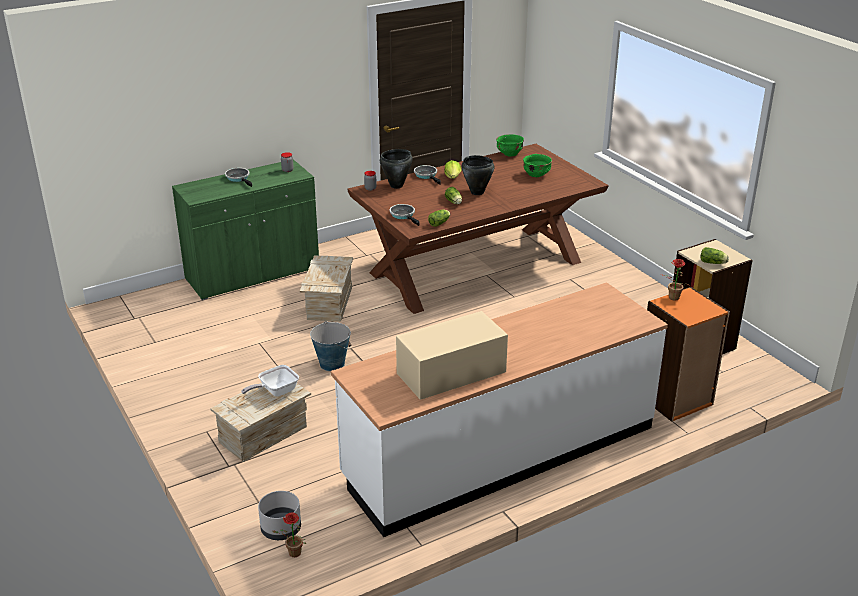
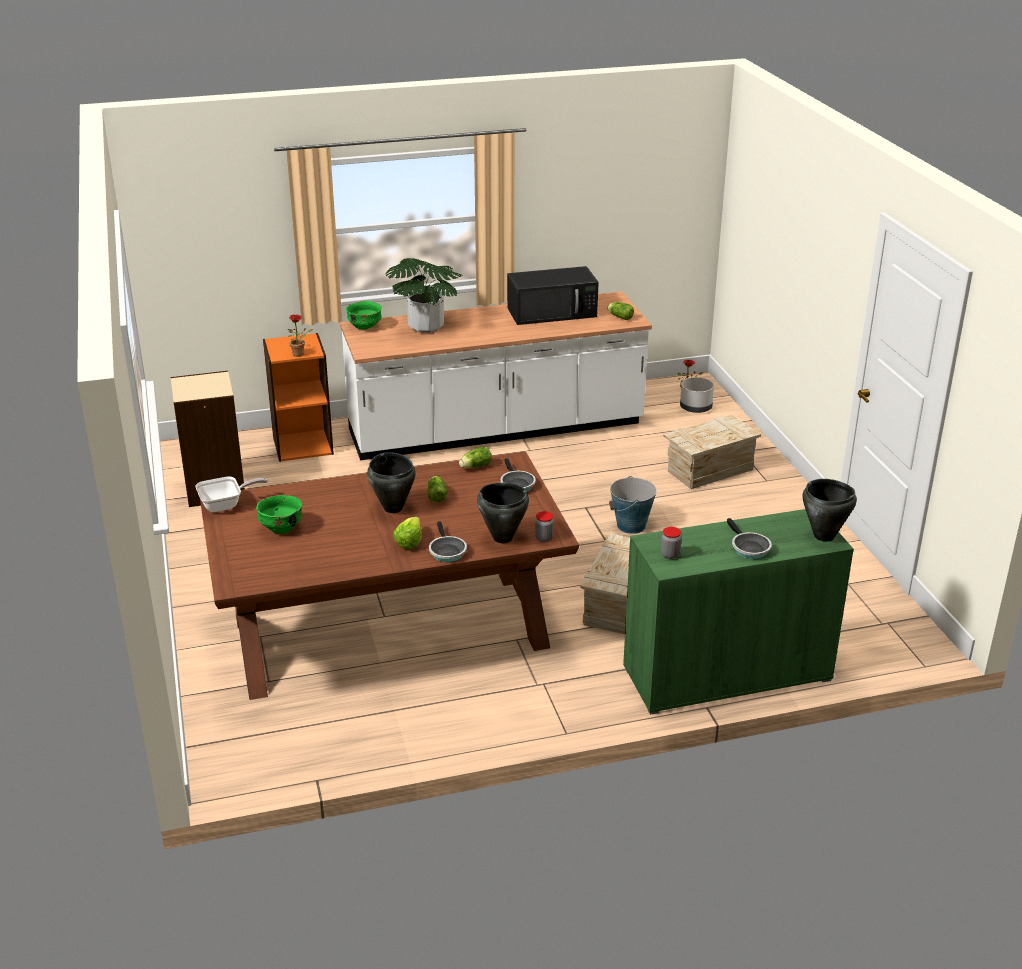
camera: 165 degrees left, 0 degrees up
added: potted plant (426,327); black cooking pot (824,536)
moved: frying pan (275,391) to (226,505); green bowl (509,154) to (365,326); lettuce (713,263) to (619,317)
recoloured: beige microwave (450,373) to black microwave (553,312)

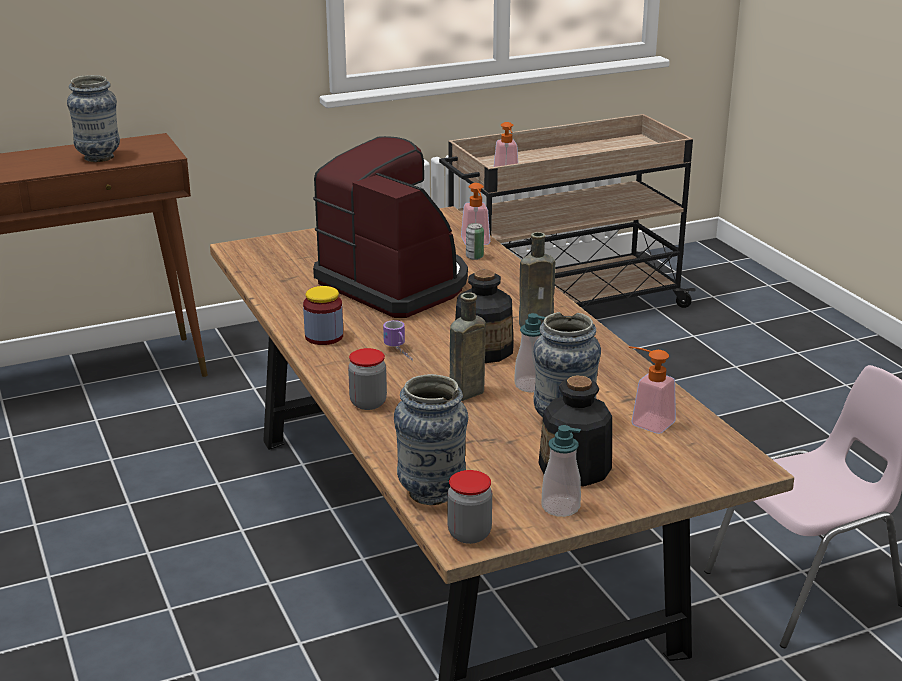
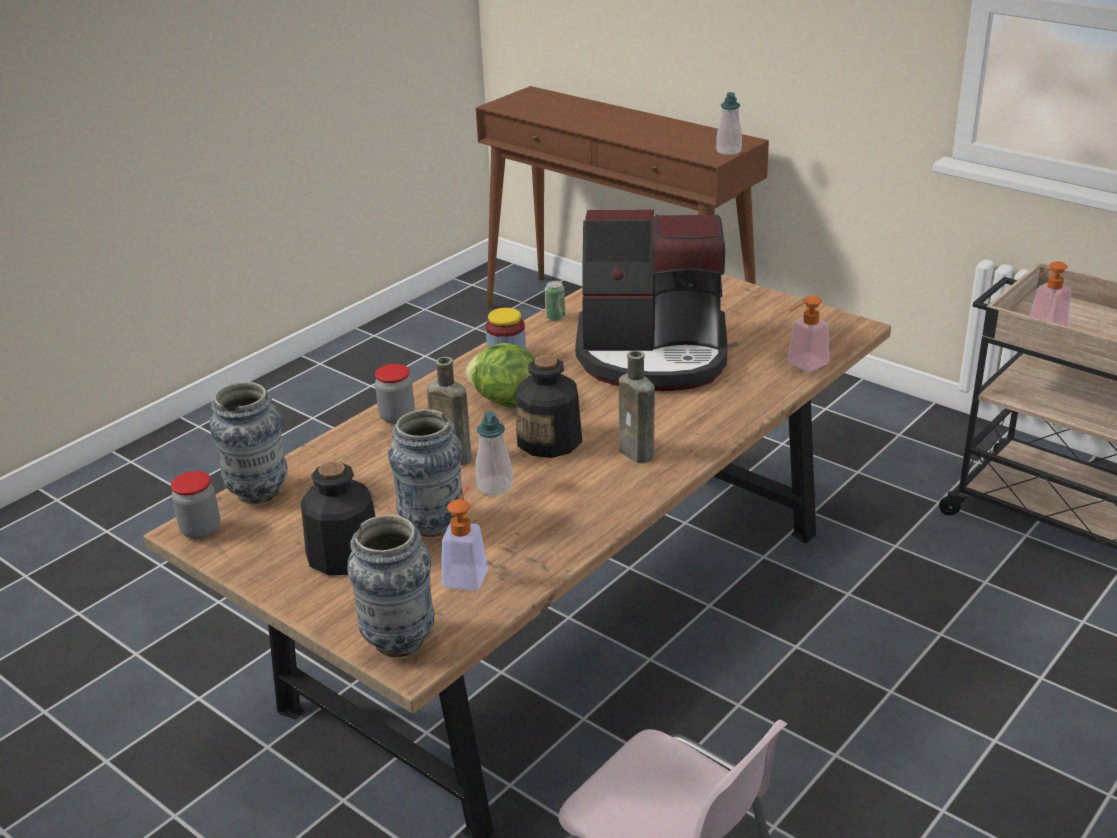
camera: 65 degrees right, 5 degrees up
moved: vase (98,157) to (398,641); can (474,257) to (555,317); soap dispenser (560,507) to (728,151)
replaced: mug (400,353) to lettuce (506,402)
turned: coffee machine (396,284) = (653,355) 75 degrees clockwise

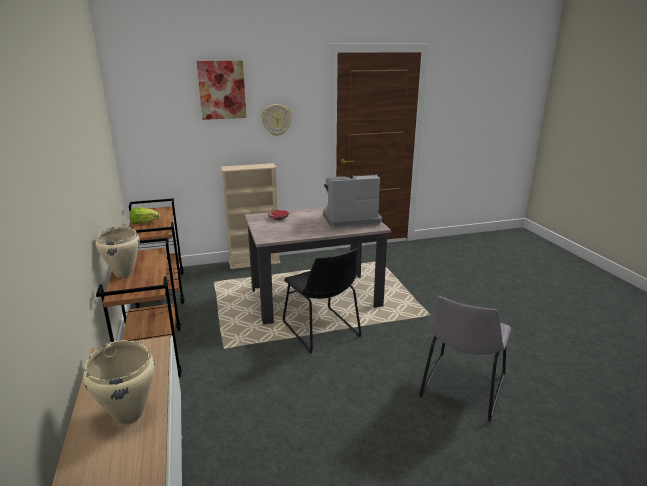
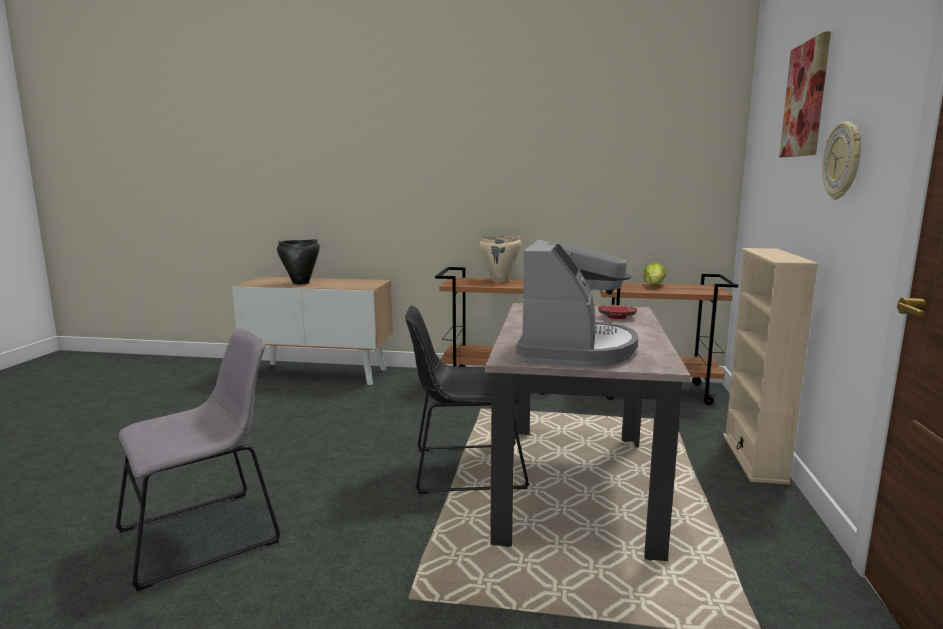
camera: 115 degrees right, 10 degrees down
recoloured: beige cooking pot (129,415) to black cooking pot (301,283)
turned: grey chair (461,388) = (206,534) 90 degrees clockwise

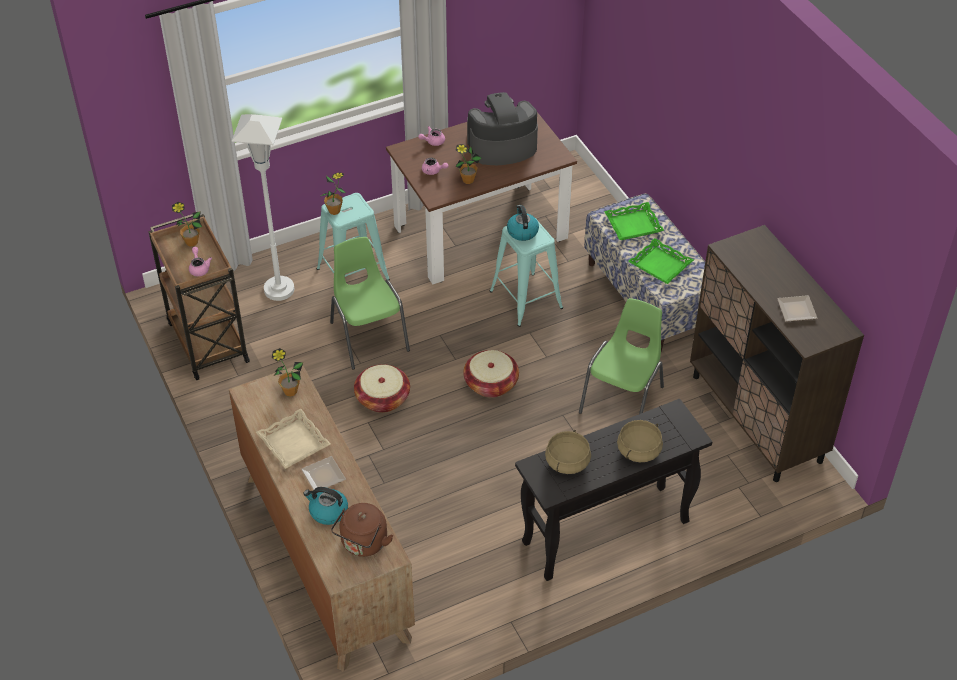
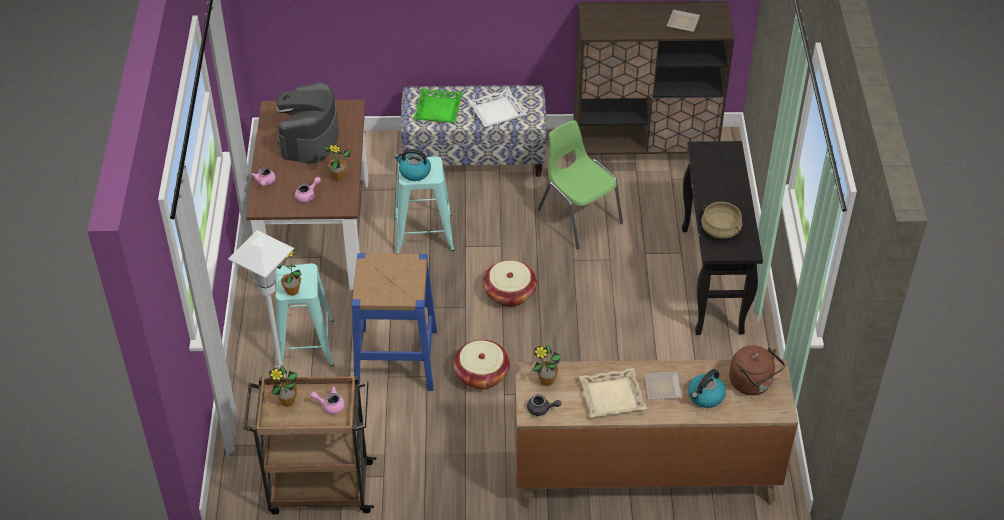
camera: 65 degrees left, 0 degrees up
removed: beige cooking pot (639,450)
added: grey teapot (541,409)
replaced: green chair (368,336) to blue stool (396,359)
recoloured: green tray (660,265) to white tray (497,112)

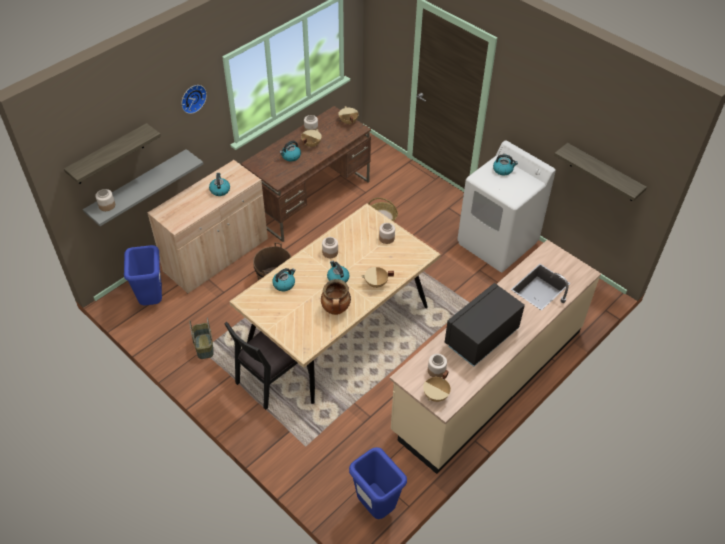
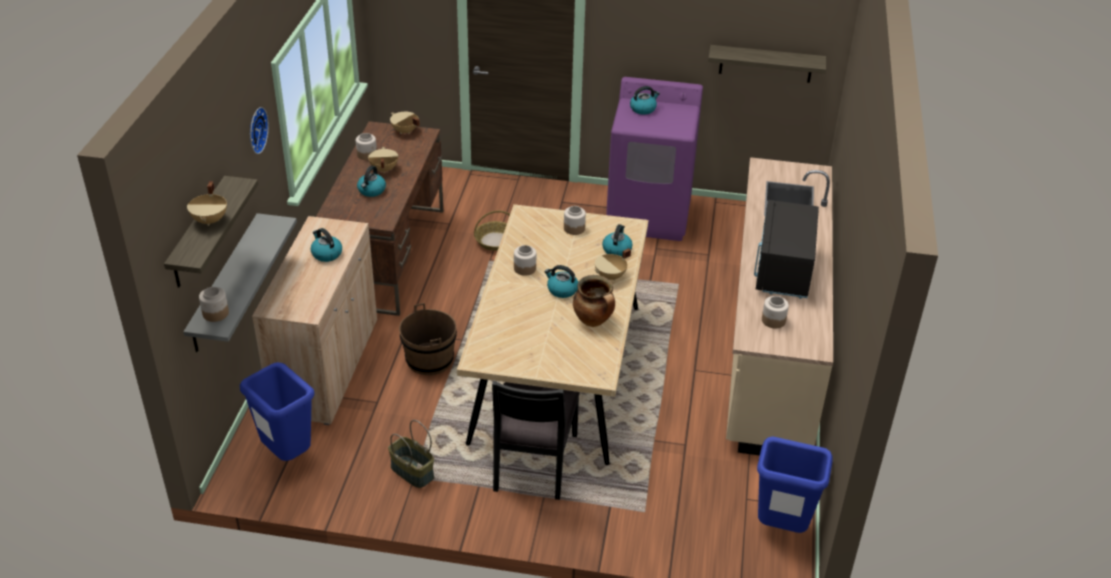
camera: 35 degrees left, 10 degrees down
moved: kettle (284,284) to (617,249); beige cooking pot (436,395) to (210,220)
recoloured: white washing machine (497,243) to purple washing machine (649,215)

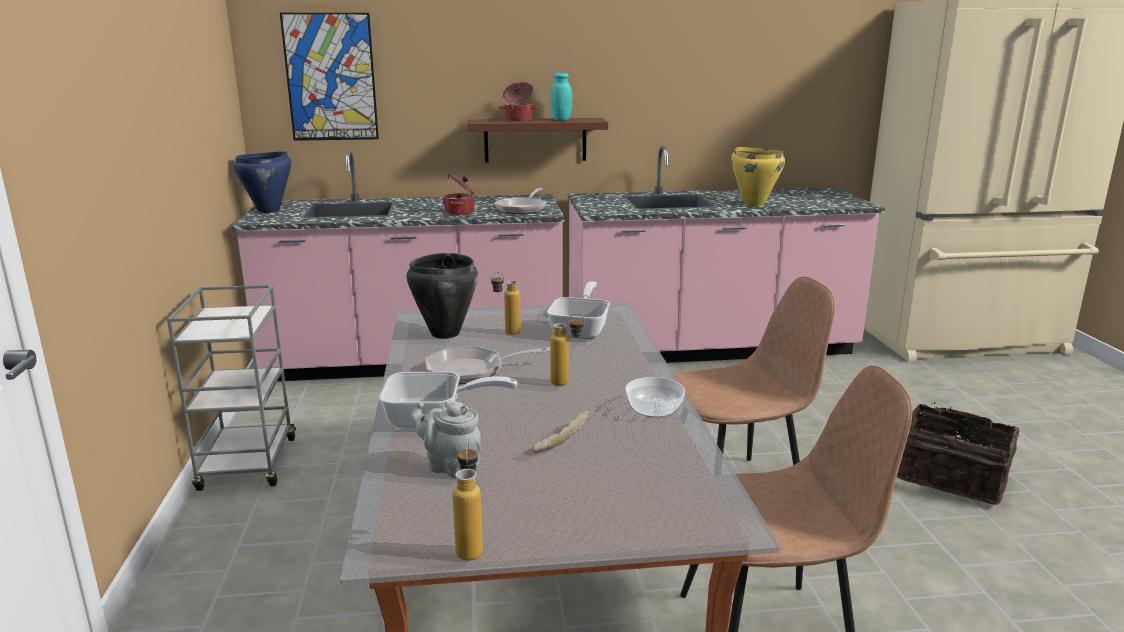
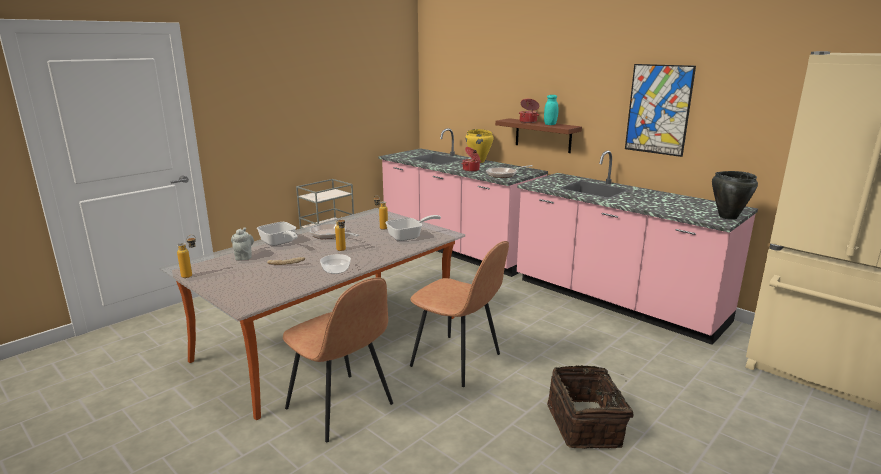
camera: 50 degrees right, 0 degrees up
removed: blue cooking pot (269,210)
moved: picture (330,77) to (658,109); black cooking pot (444,334) to (727,217); yellow cooking pot (753,204) to (479,161)

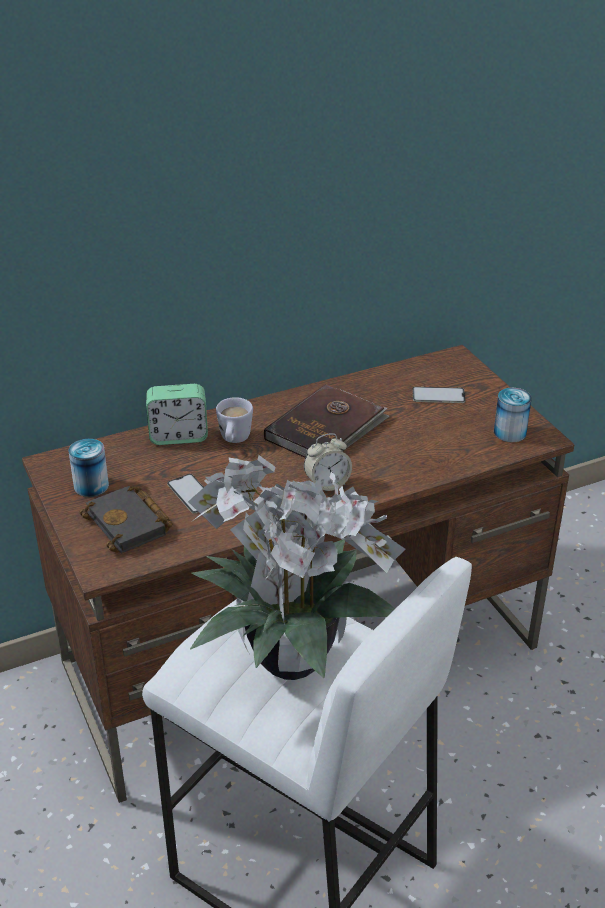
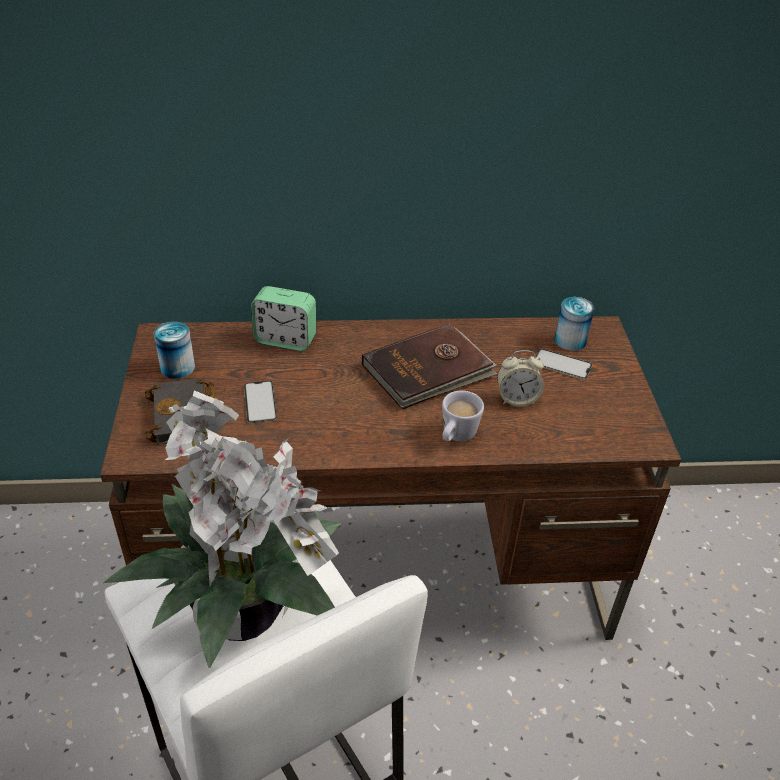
camera: 20 degrees right, 5 degrees up
moved: white mug (234,440) to (456,437); alarm clock (327,484) to (517,399); can (510,432) to (570,340)

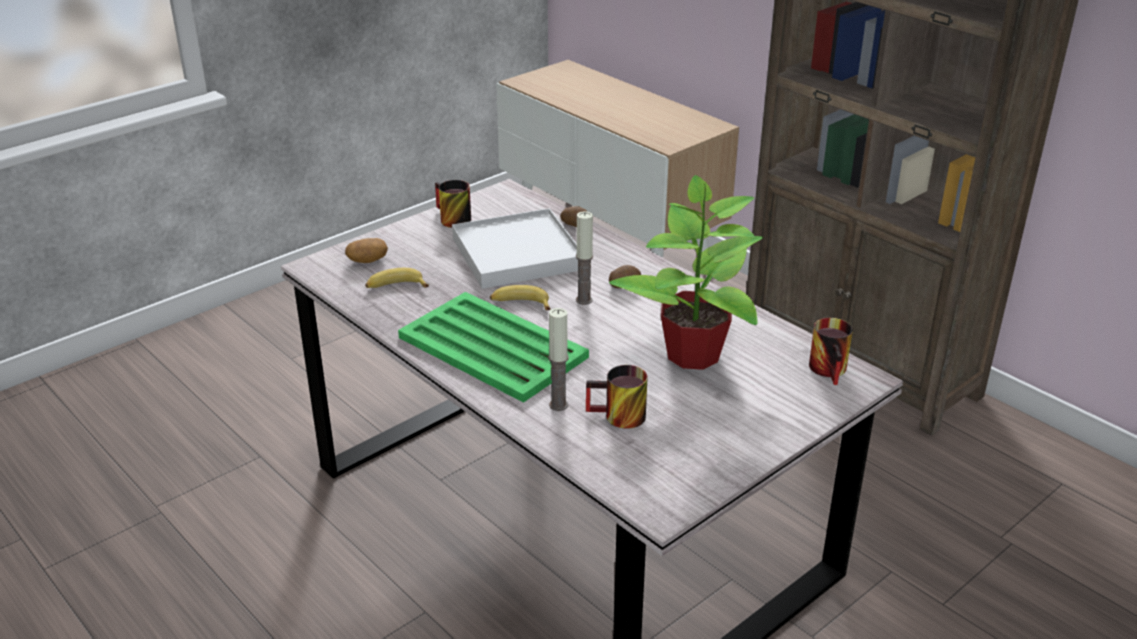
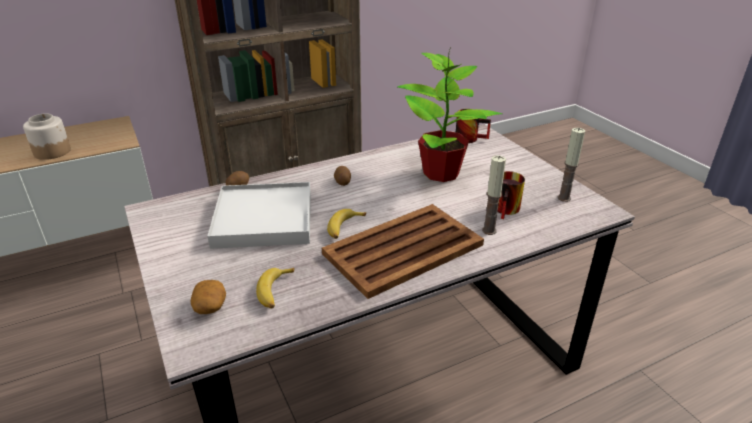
camera: 75 degrees left, 0 degrees up
removed: mug (450,219)
added: jar (52,151)
moved: candle (584,300) to (564,198)
recoloured: green tray (493,348) to brown tray (405,249)

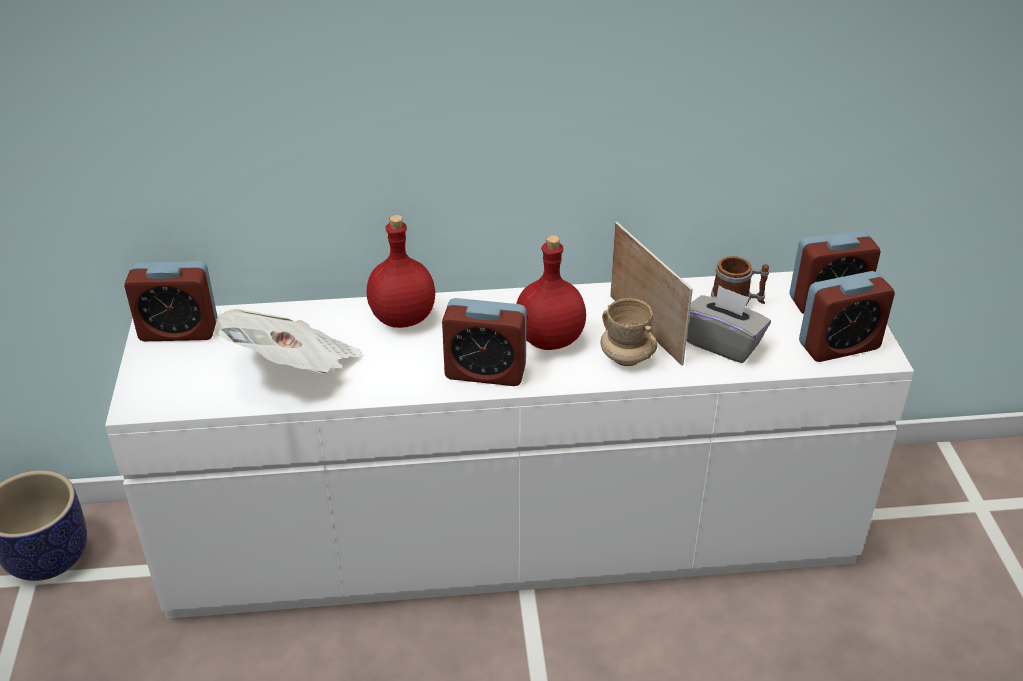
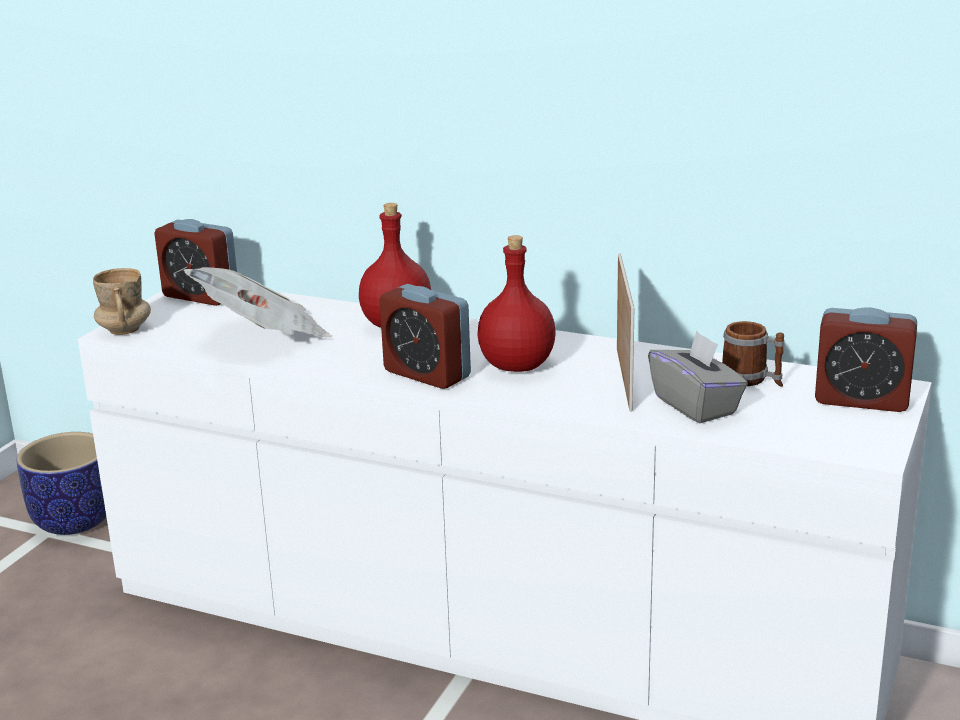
camera: 30 degrees right, 15 degrees down
removed: alarm clock (839,346)
moved: beige mug (627,357) to (125,330)

